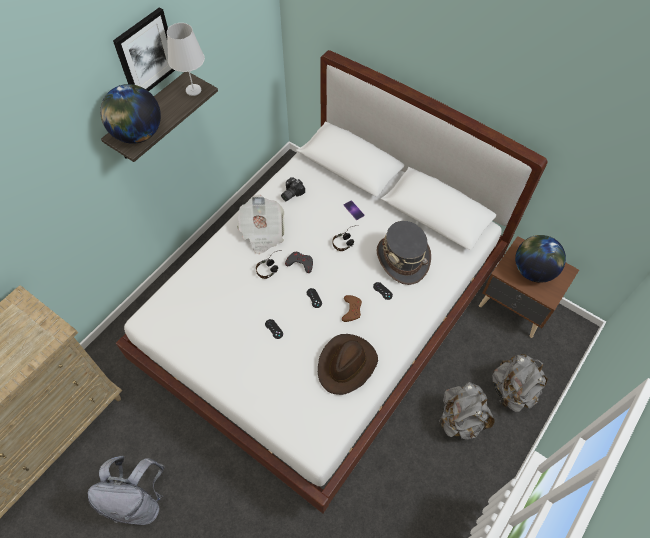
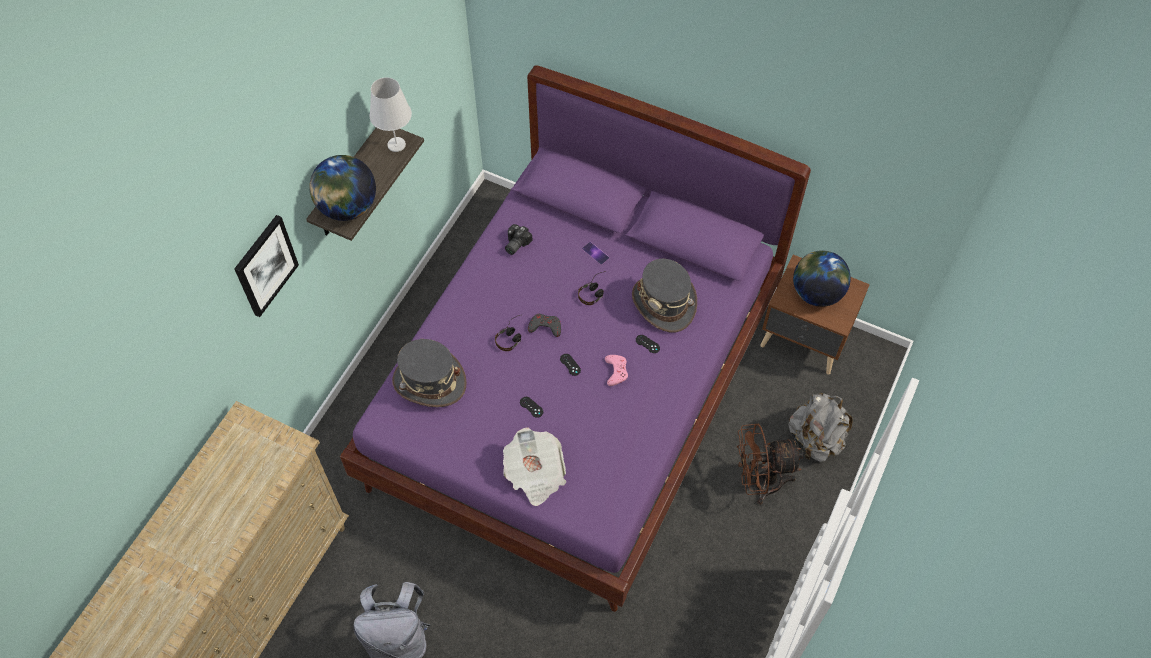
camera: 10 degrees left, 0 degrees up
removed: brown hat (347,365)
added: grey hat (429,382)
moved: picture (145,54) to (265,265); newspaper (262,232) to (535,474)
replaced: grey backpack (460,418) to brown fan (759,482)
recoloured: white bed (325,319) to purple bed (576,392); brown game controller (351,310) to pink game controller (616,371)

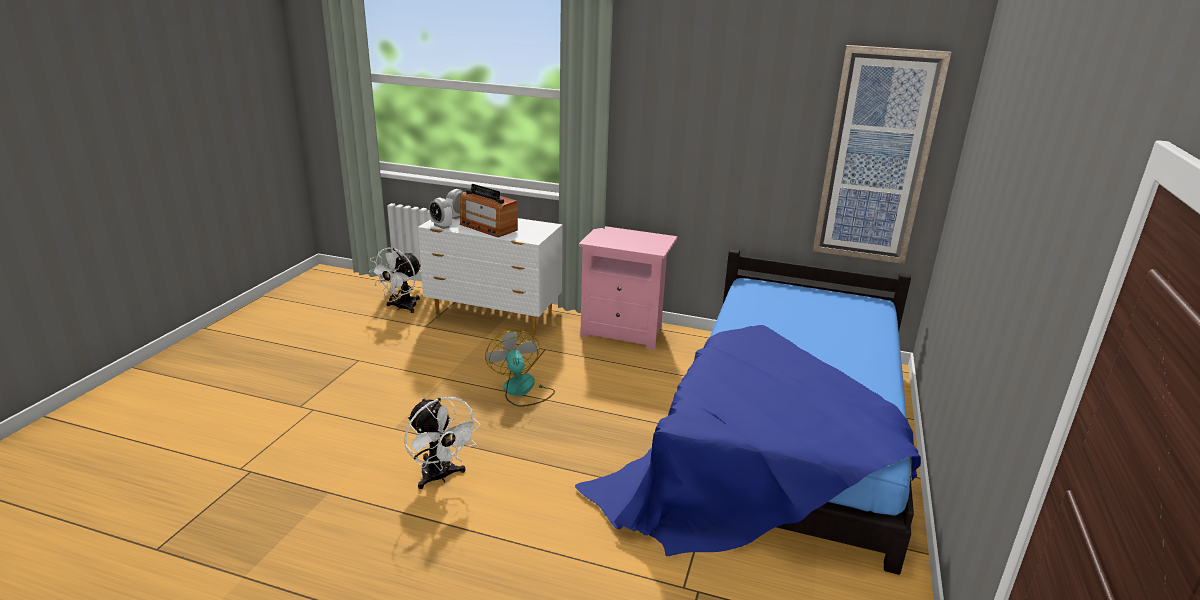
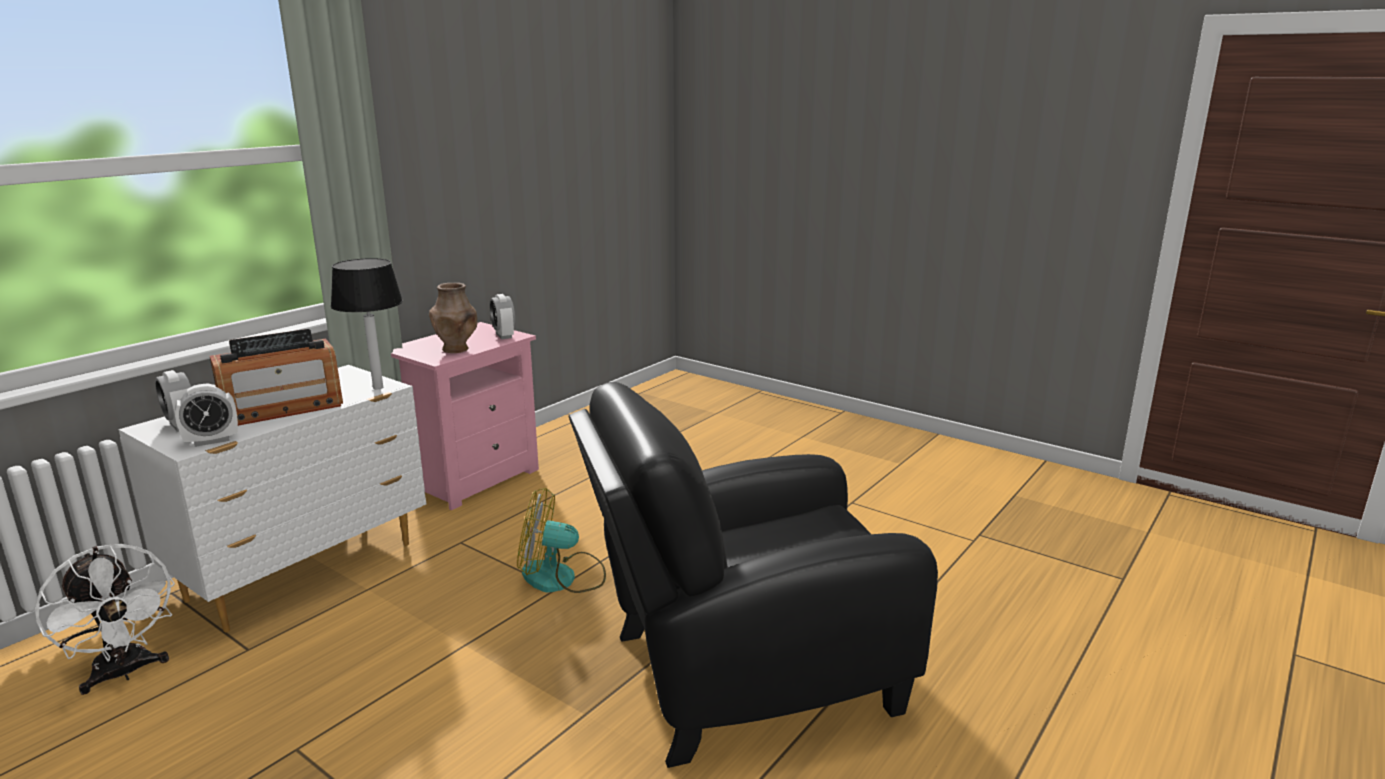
camera: 70 degrees left, 5 degrees down
removed: bed (777,435); picture (876,158)
added: table lamp (378,387); brown vase (456,349); alarm clock (504,335)
replaced: white fan (440,477) to black armchair (742,675)

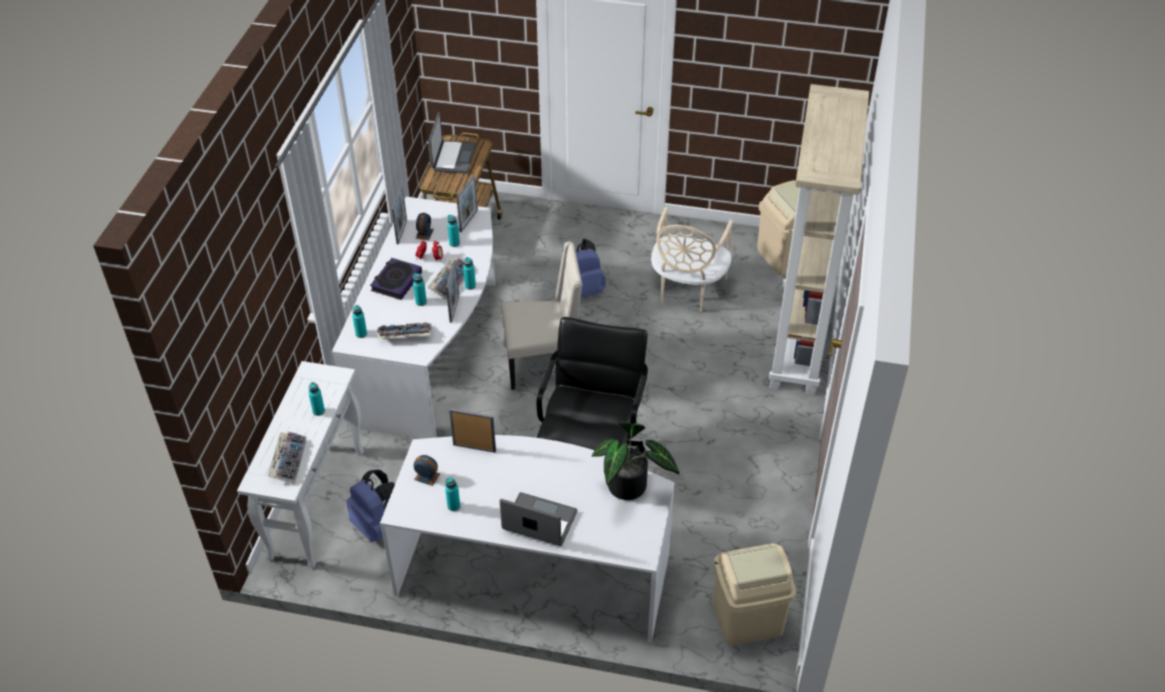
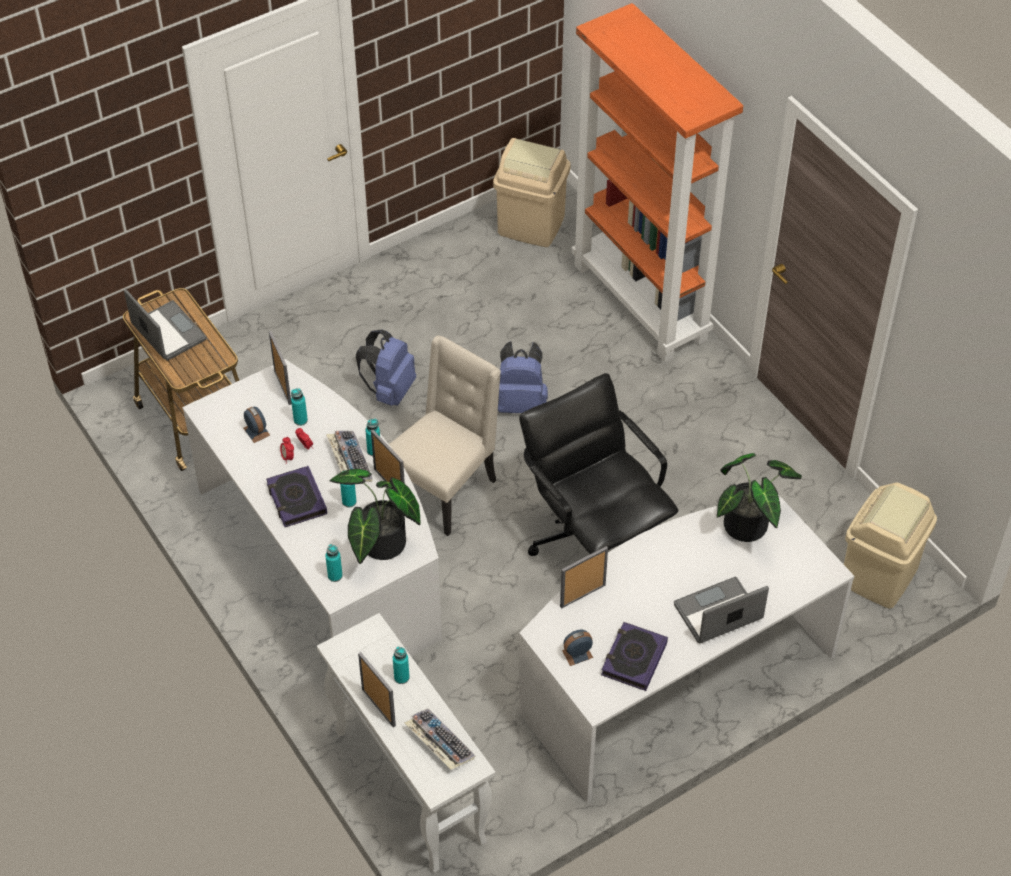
camera: 45 degrees left, 5 degrees up
removed: beige chair (687,290)
moved: blue backpack (376,525) to (520,403); picture frame (401,232) to (378,707)
replaced: keyboard (404,336) to potted plant (379,546); turquoise bottle (453,506) to book (633,659)
recoloured: beige bookcase (799,344) to orange bookcase (641,302)

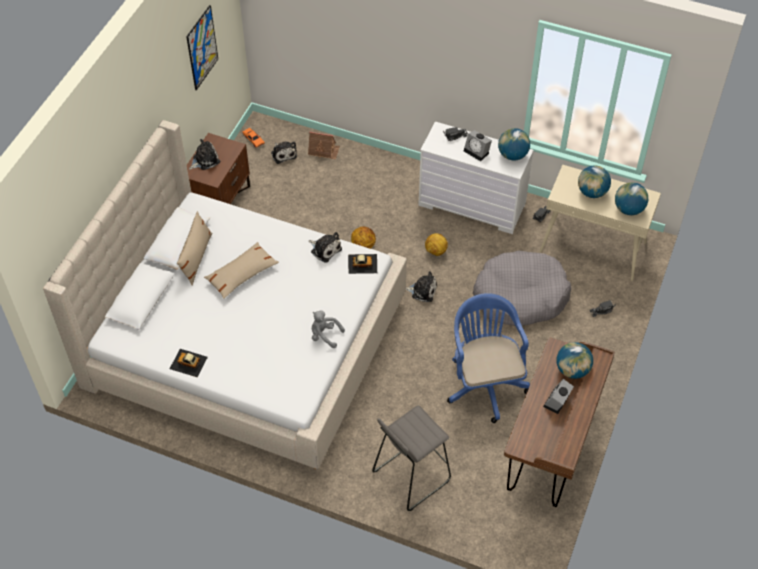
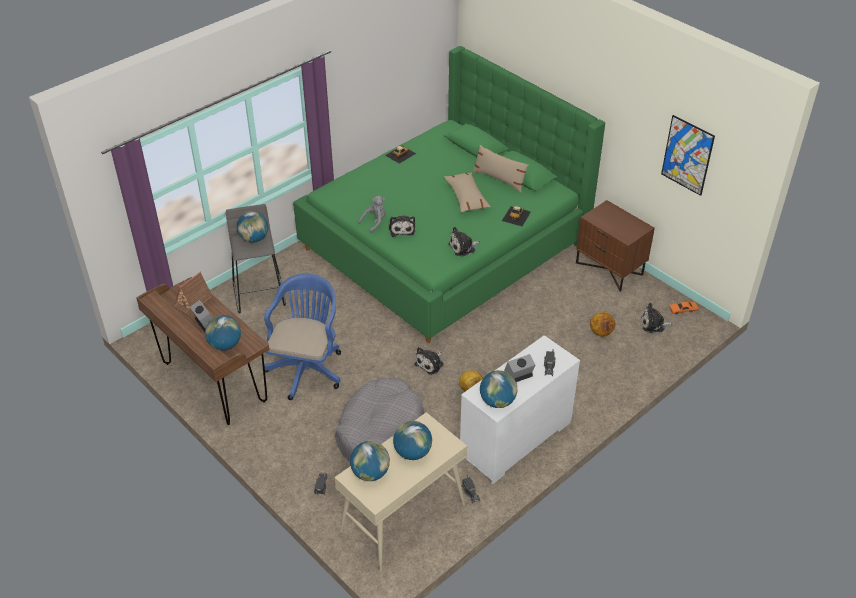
camera: 115 degrees right, 10 degrees down
added: globe (254,239)
moved: plush toy (204,160) to (401,229); toy house (323,150) to (193,301); toy car (362,263) to (516,216); basketball (363,245) to (601,332)
recoloured: beige bed (245,341) to green bed (445,245)
turned: blue office chair (484,382) = (307,367) 90 degrees counterclockwise

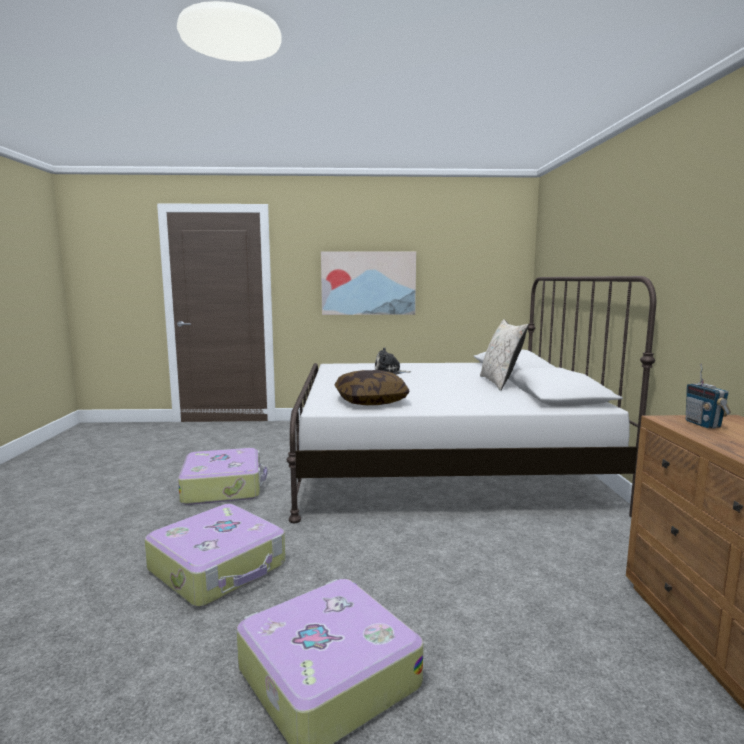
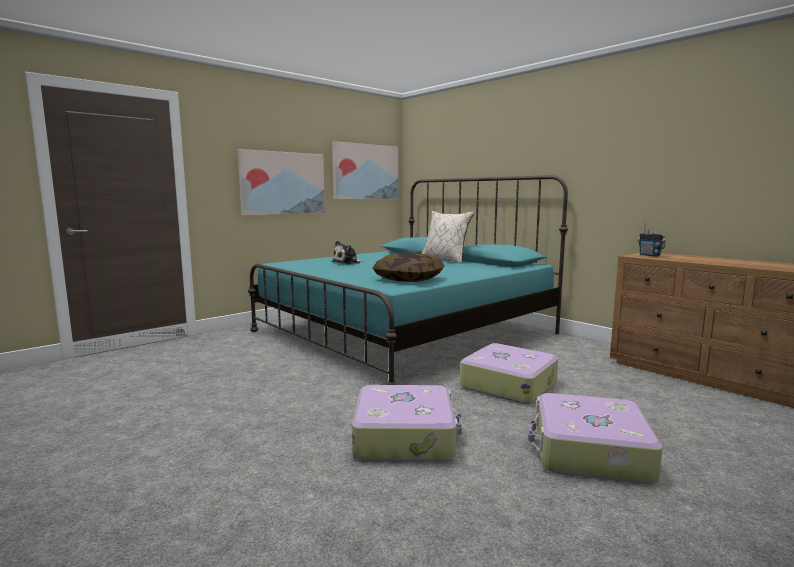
camera: 40 degrees left, 0 degrees up
added: picture (365,172)
moved: suitcase (223,487) to (508,384)
recoloured: white bed (439,461) to turquoise bed (404,332)

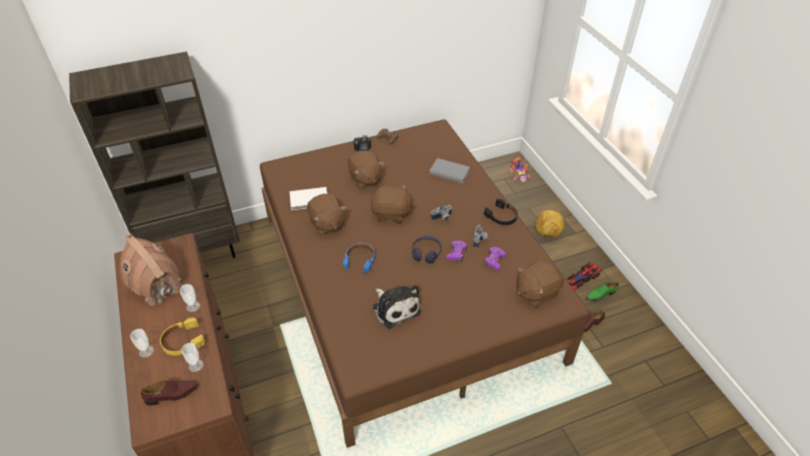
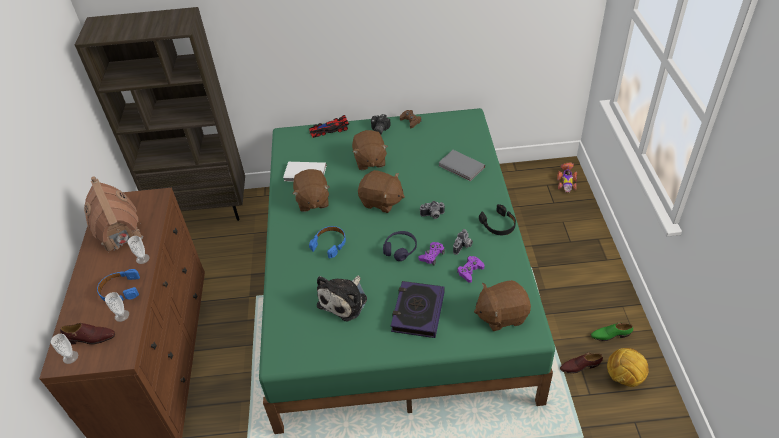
camera: 20 degrees right, 0 degrees up
added: book (417,312)
moved: cup (146,351) to (70,357); football (547,234) to (624,378); toy car (582,278) to (329,129)
recoloured: yellow headphones (183,341) to blue headphones (120,290); brown bed (405,284) to green bed (395,280)
turned: plush toy (395,308) = (344,300) 45 degrees clockwise

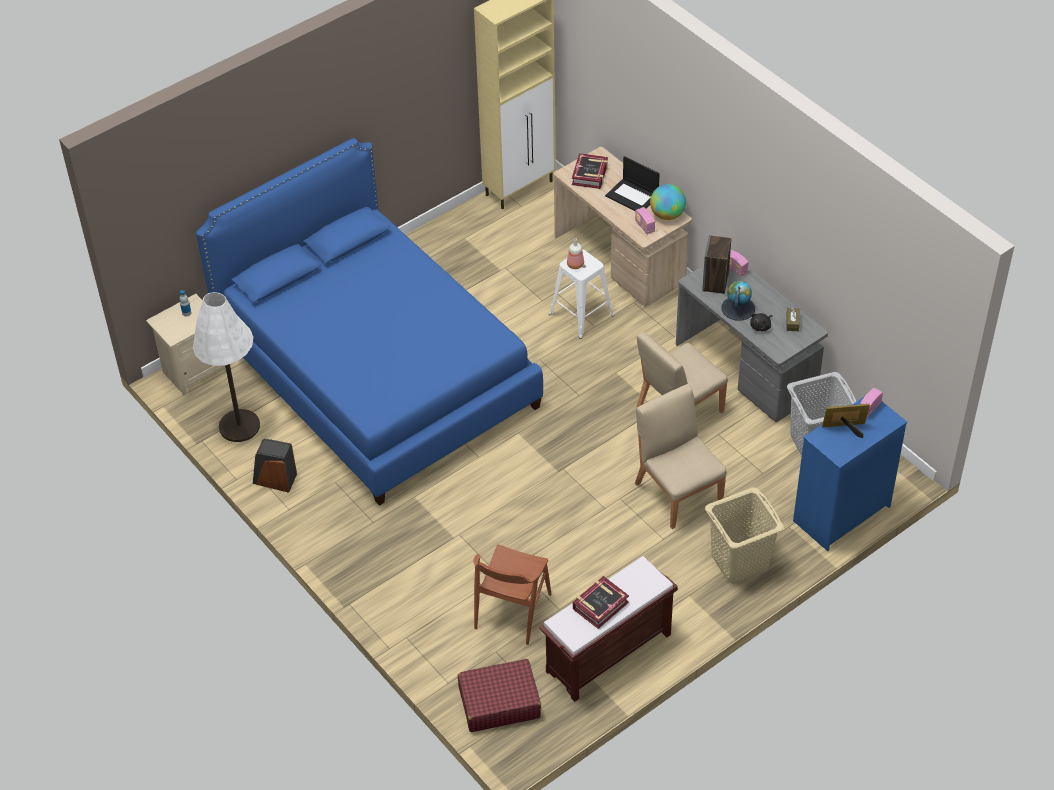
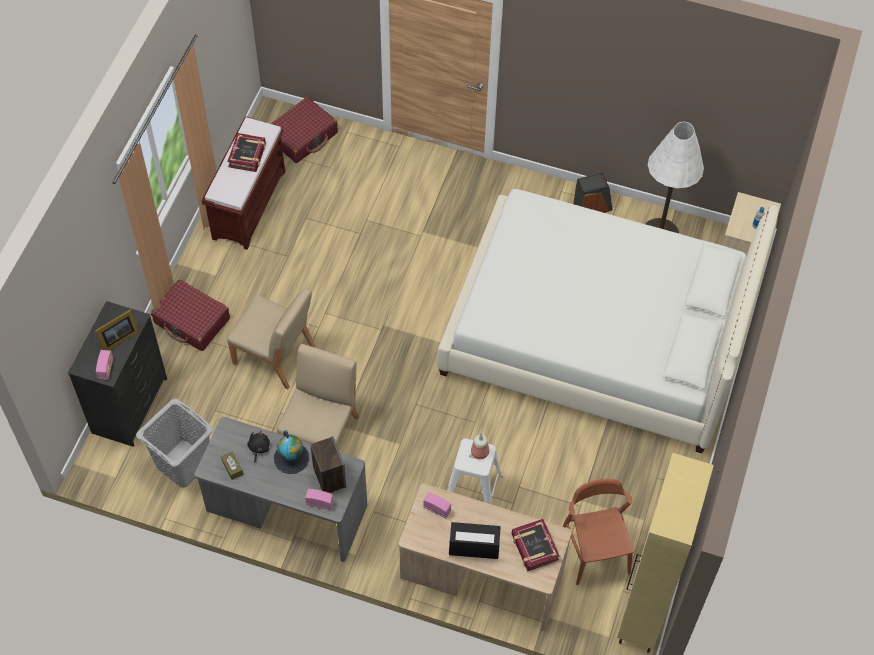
camera: 145 degrees right, 10 degrees up
removed: globe (667,215)
moved: brown chair (512,611) to (595,551)
replaced: beige laundry basket (739,562) to red suitcase (192,321)
recoloured: blue bed (377,373) to white bed (597,336); blue dresser (841,513) to black dresser (130,406)

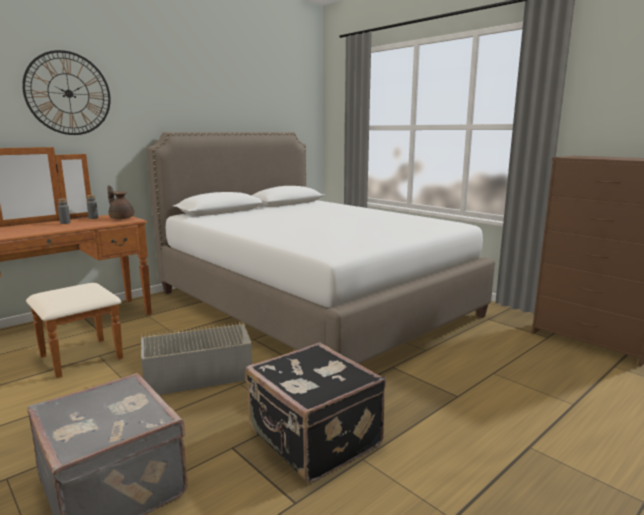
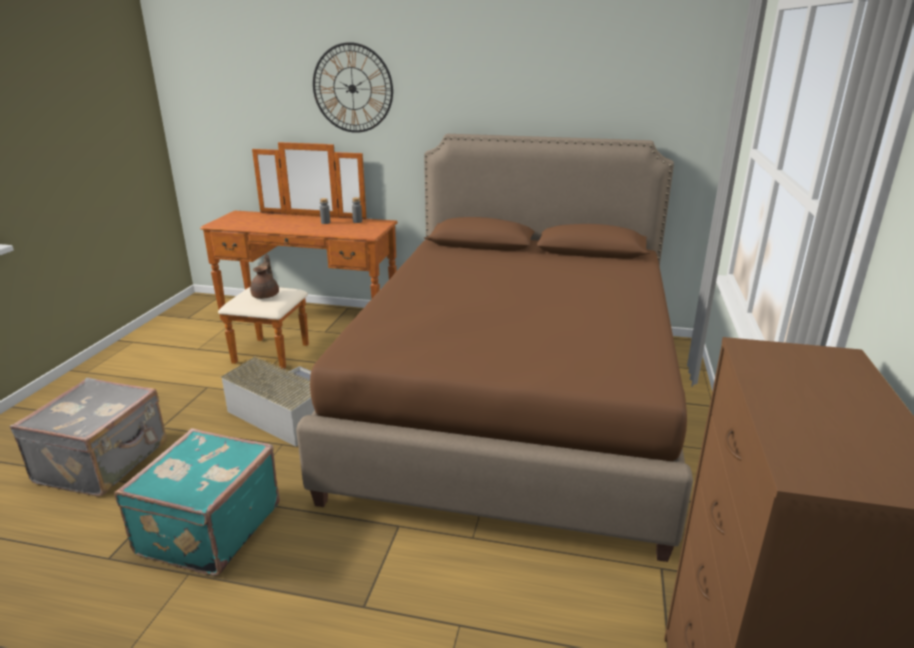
camera: 55 degrees right, 10 degrees up
moved: brown teapot (121,218) to (266,295)
recoloured: white bed (313,304) to brown bed (515,402); black suitcase (313,439) to turquoise suitcase (207,529)

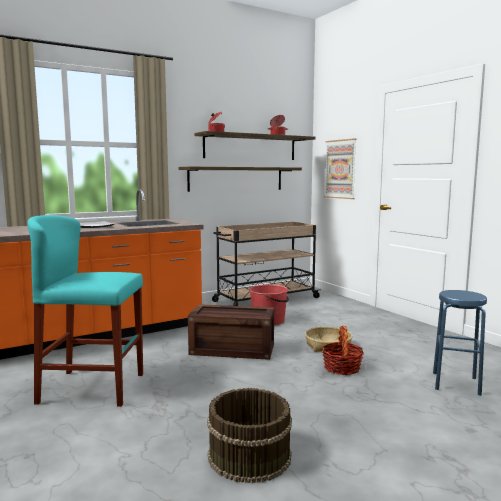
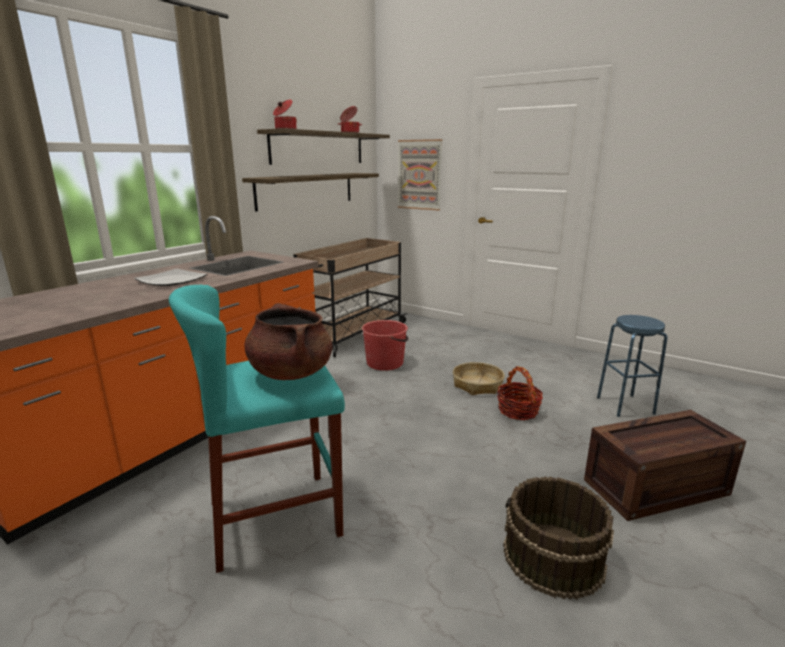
camera: 25 degrees left, 10 degrees up
added: brown cooking pot (290,373)
moved: crate (234,349) to (655,485)

